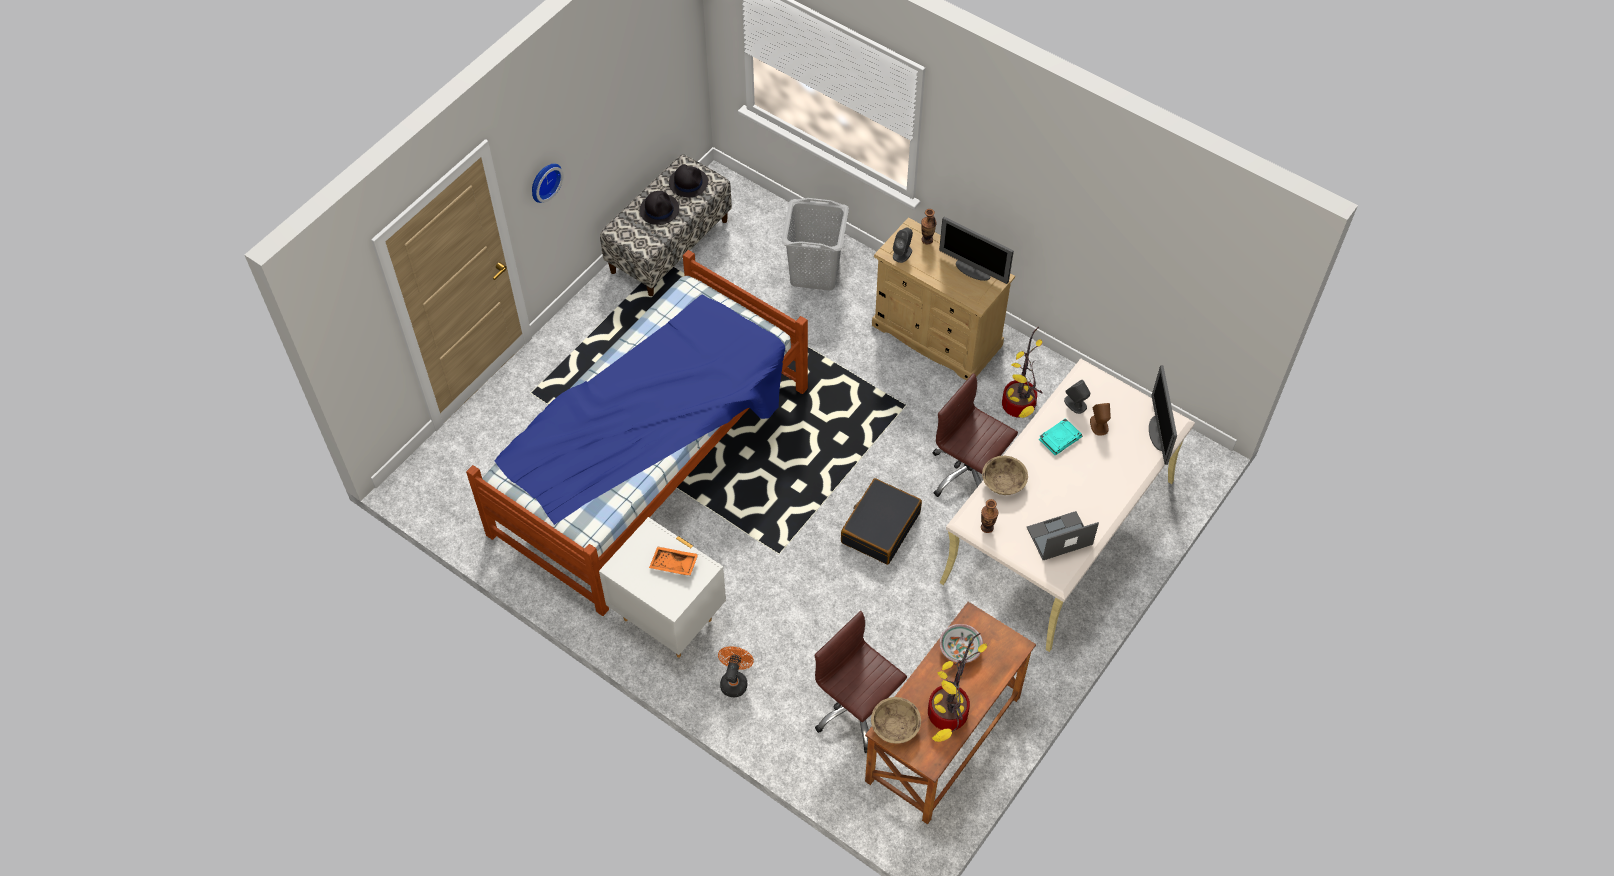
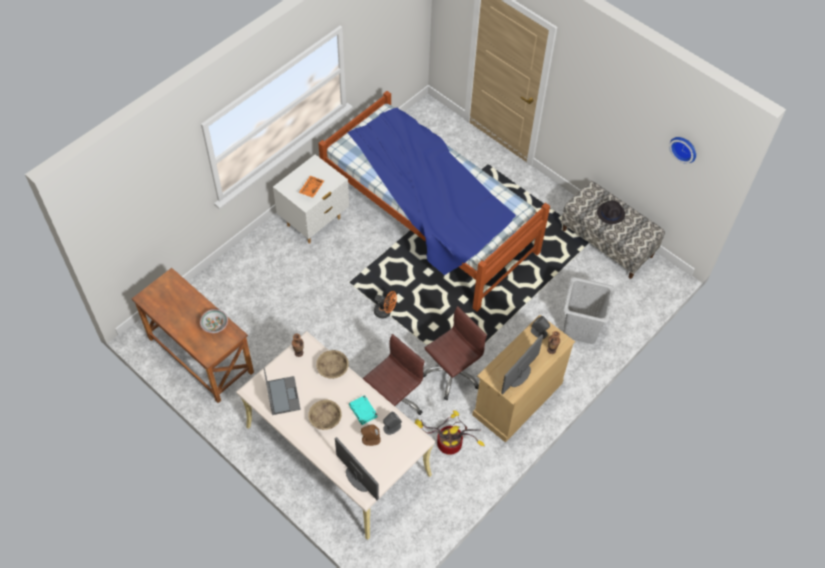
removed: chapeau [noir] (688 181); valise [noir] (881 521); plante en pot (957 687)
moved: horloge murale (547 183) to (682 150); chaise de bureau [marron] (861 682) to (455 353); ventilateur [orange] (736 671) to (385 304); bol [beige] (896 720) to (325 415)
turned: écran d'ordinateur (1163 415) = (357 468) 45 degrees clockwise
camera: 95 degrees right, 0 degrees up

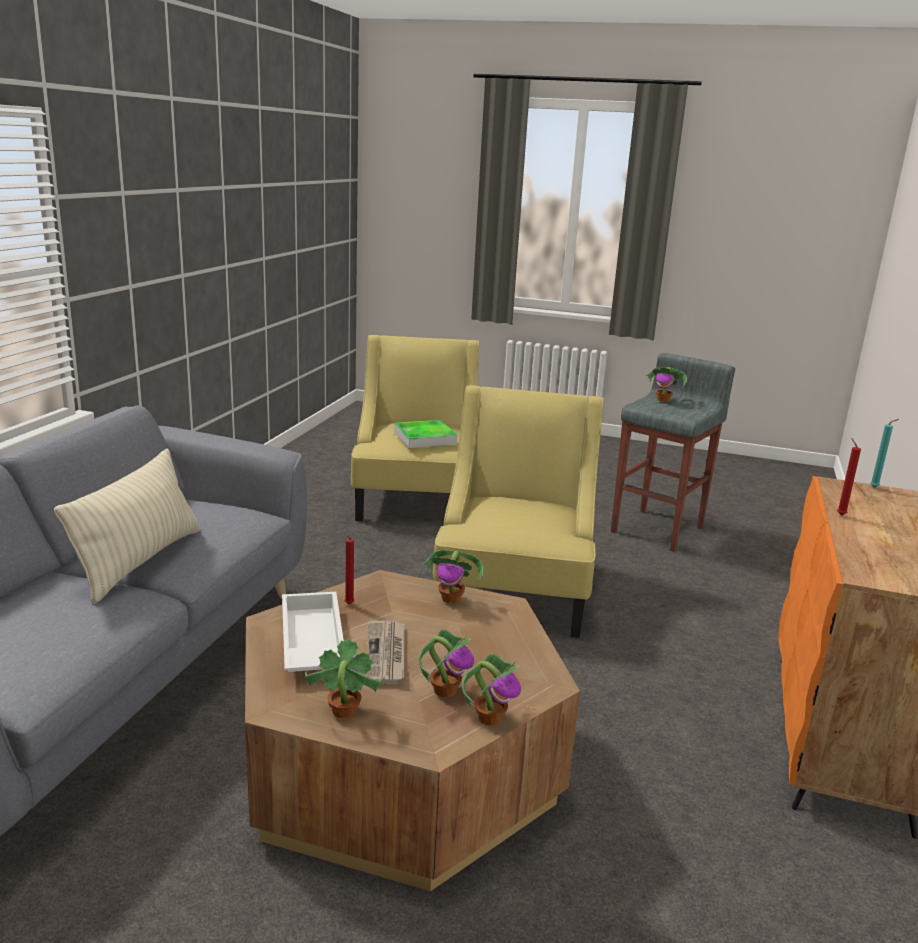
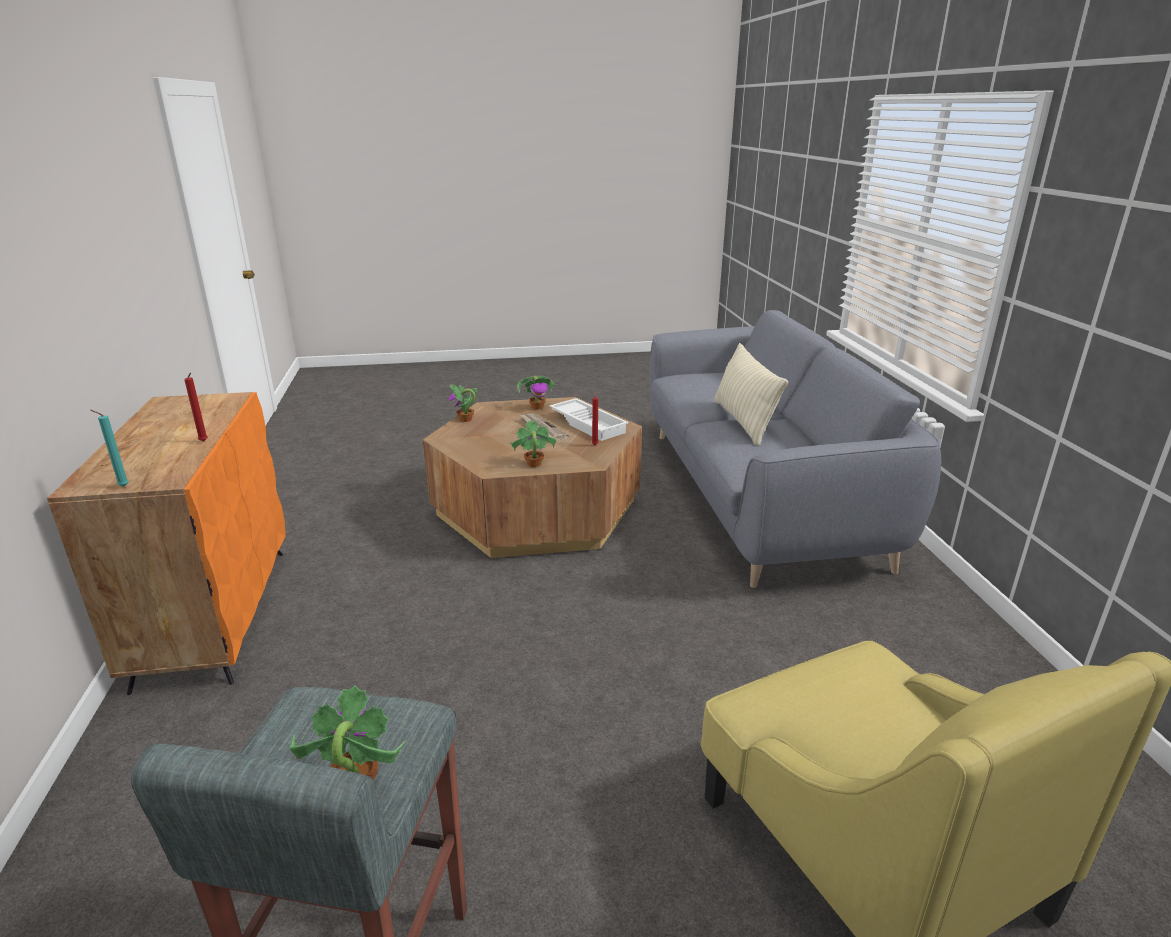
removed: fauteuil [jaune] (518 511); plateau (425 434); plante en pot (446 663)
camera: 155 degrees right, 5 degrees up

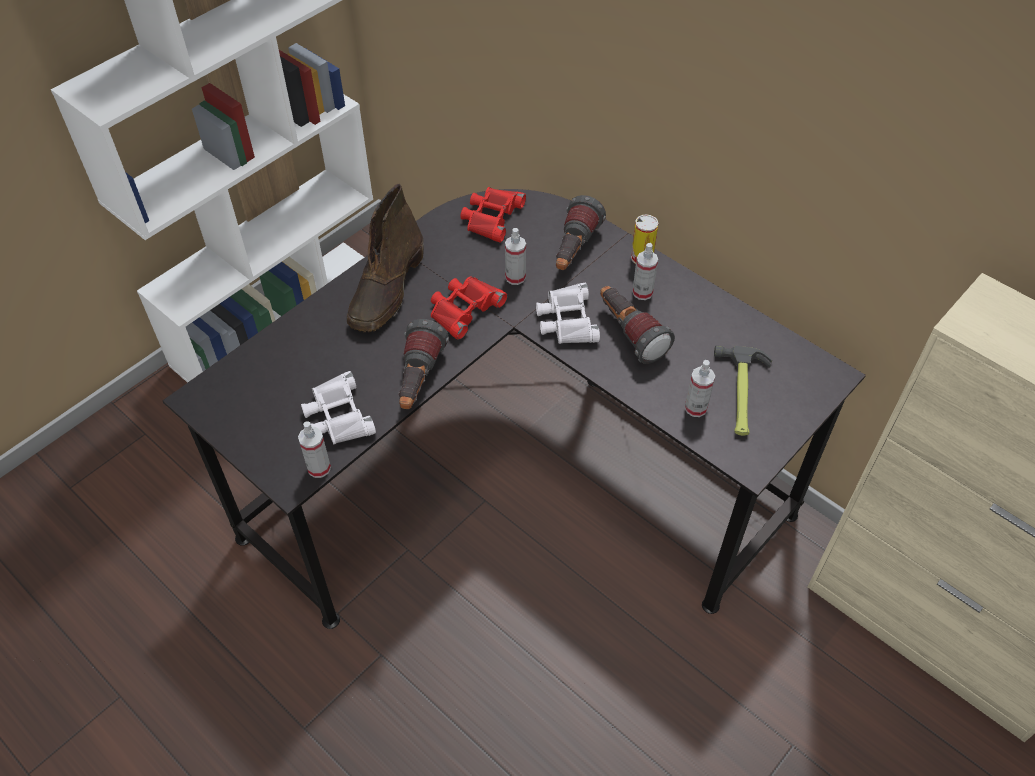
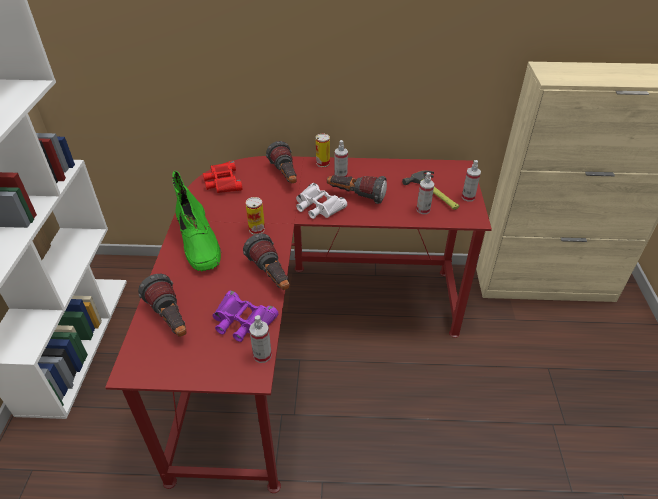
added: lampe de poche (162 305)
moved: vaporisateur (515 256) to (471 180)
replaced: jumelles [rouge] (469 308) to boîte métallique (255 216)
recoloured: botte [marron] (385 258) to botte [vert] (197 221); bureau [noir] (514 409) to bureau [rouge] (298 324); jumelles [blanc] (338 408) to jumelles [violet] (245 316)
camera: 40 degrees left, 10 degrees down

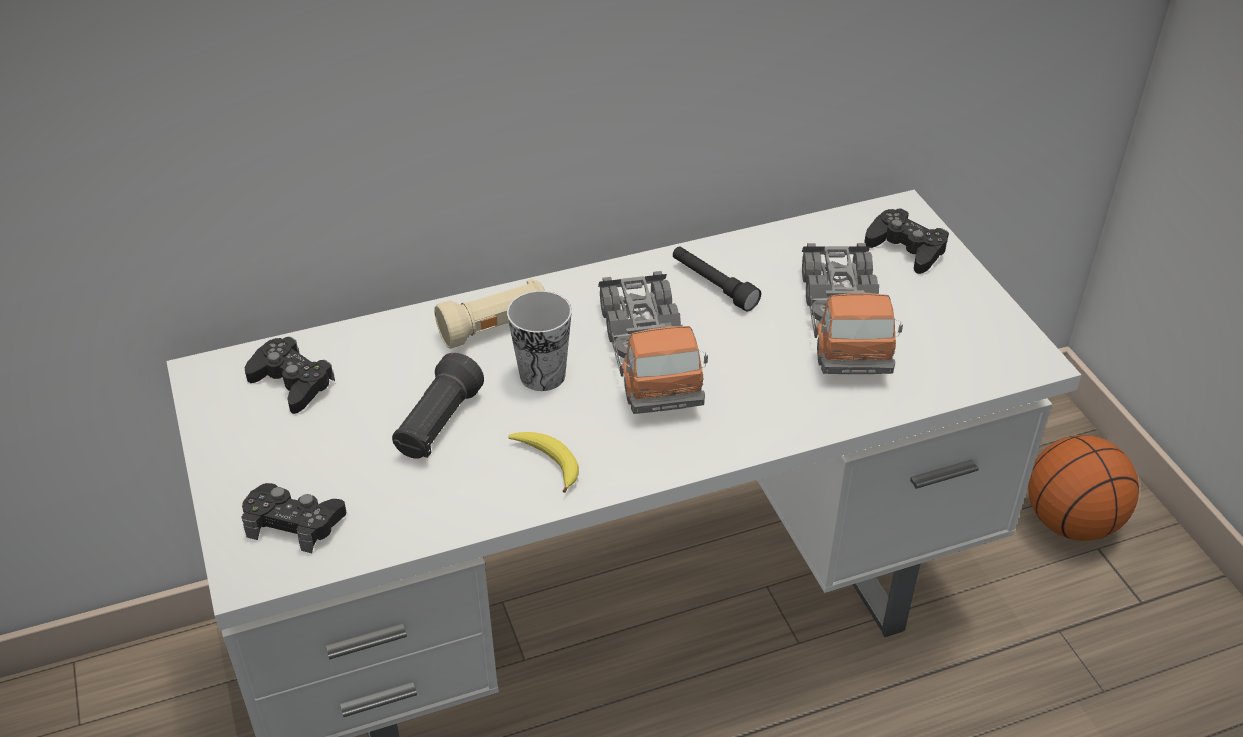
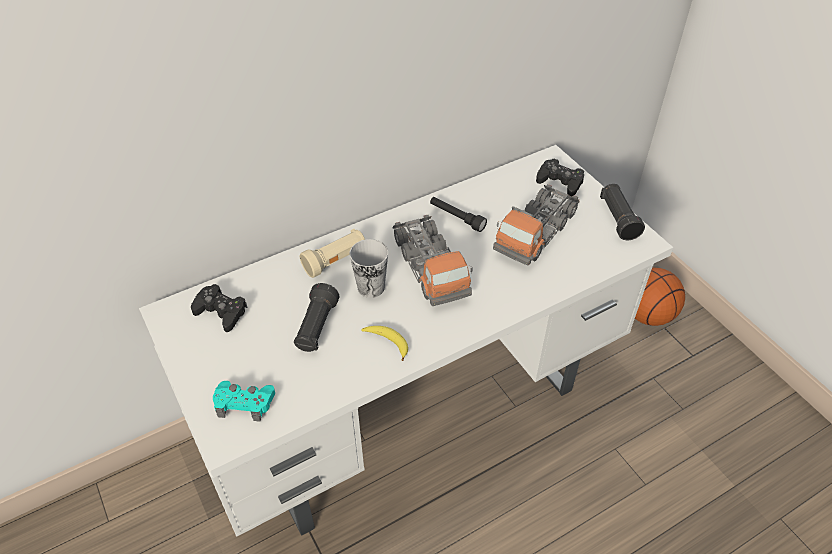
added: lampe de poche [noir] (622 212)
recoloured: manette [noir] (293 518) to manette [turquoise] (244 401)
turned: camion jouet (852 308) = (536 225) 45 degrees clockwise
camera: 10 degrees left, 5 degrees up

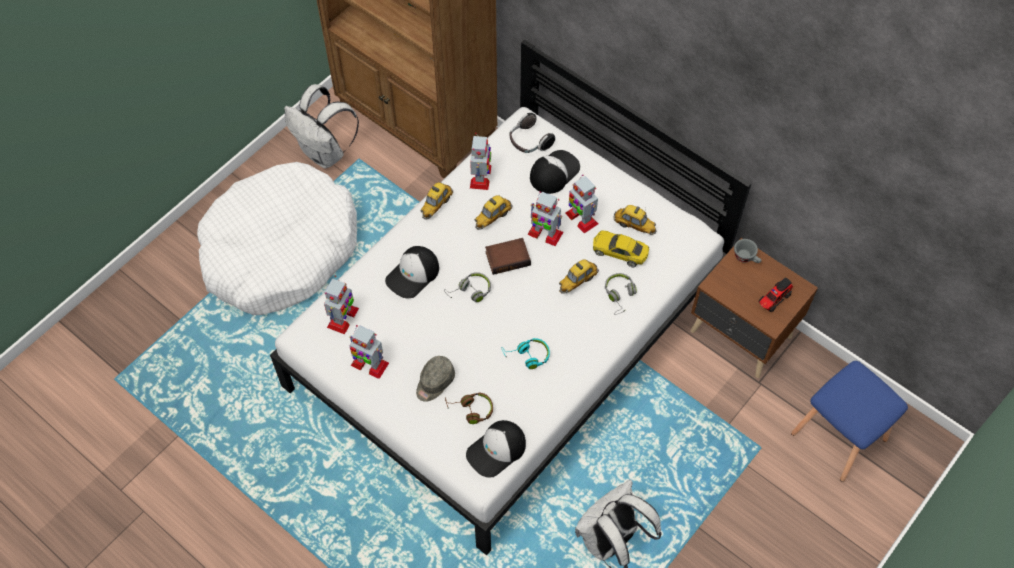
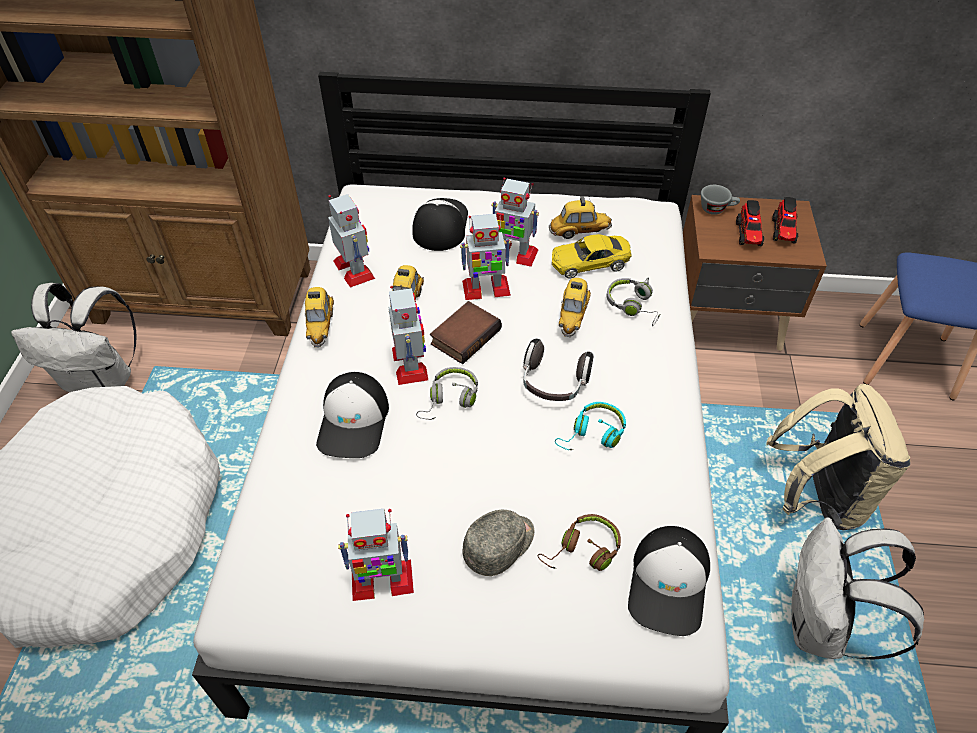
added: camion jouet (750 223); sac à dos [beige] (838 457)
moved: casque audio (532 133) to (558 370); robot jouet (341 305) to (408 335)
turned: casquette [gris] (435 379) = (498 543) 135 degrees counterclockwise
camera: 35 degrees left, 10 degrees down

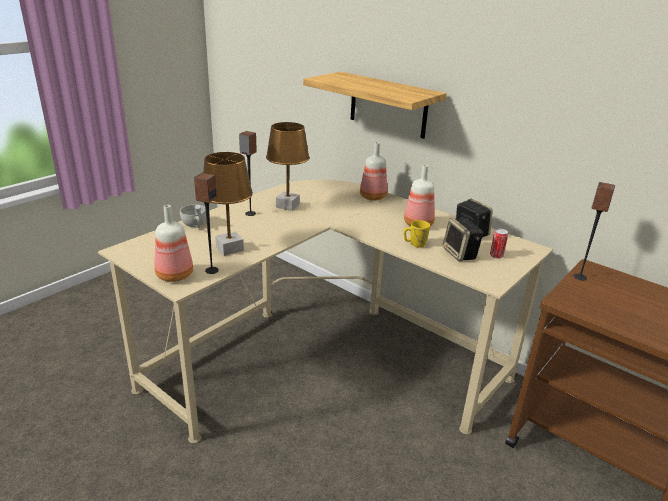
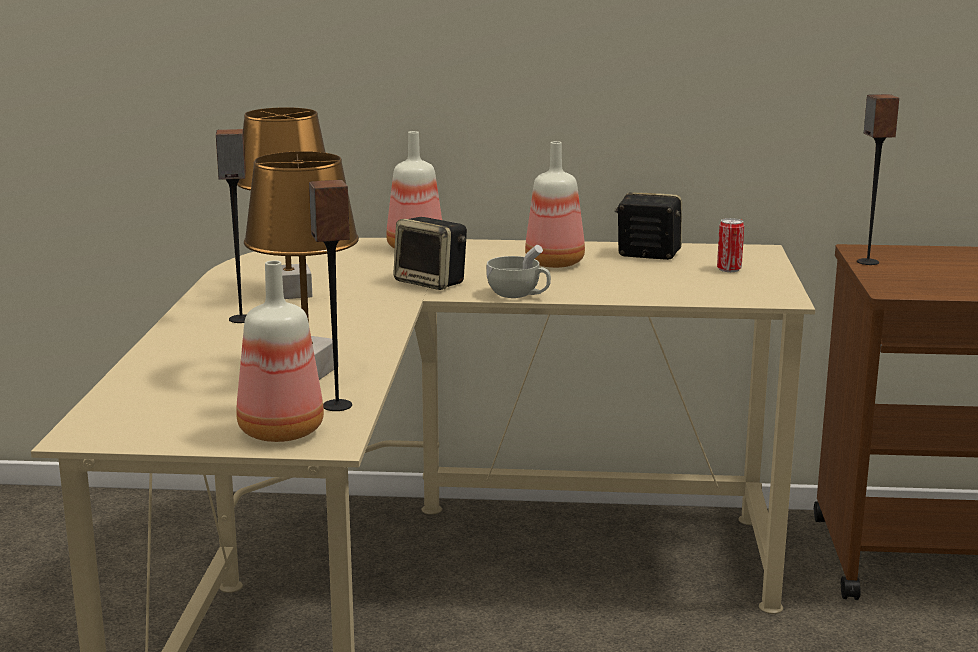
removed: étagère (375 105); mug [jaune] (416 234)
moved: tasse [blanc] (193 216) to (518 271); enceinte (463 239) to (430 253)
camera: 35 degrees left, 10 degrees down

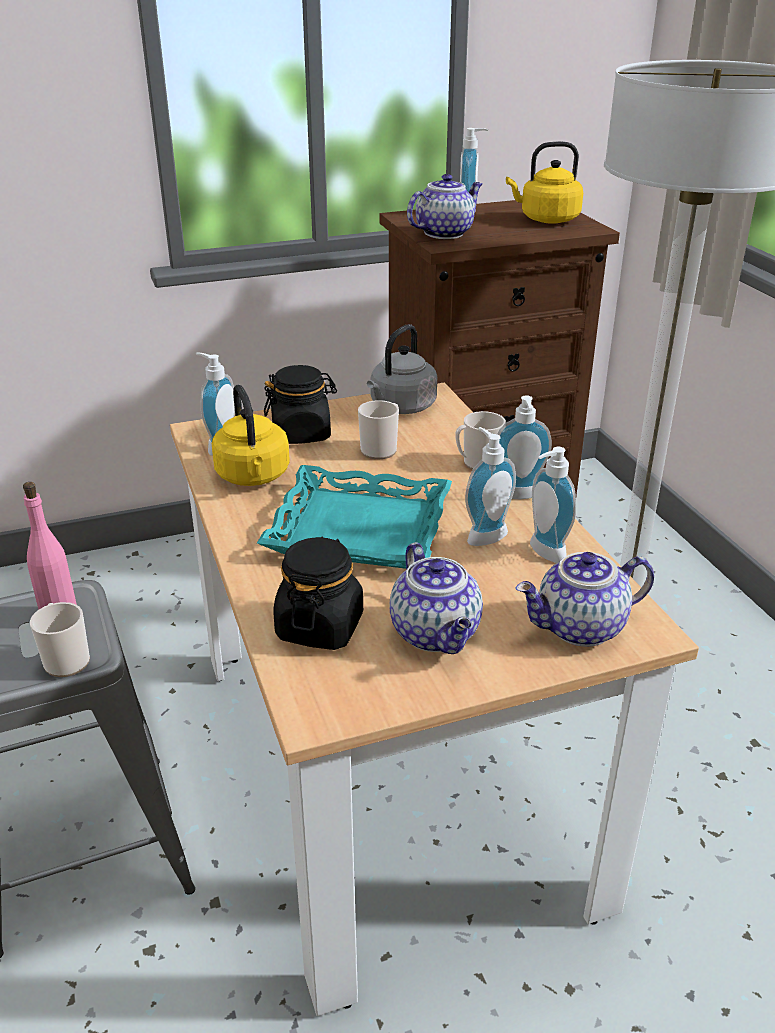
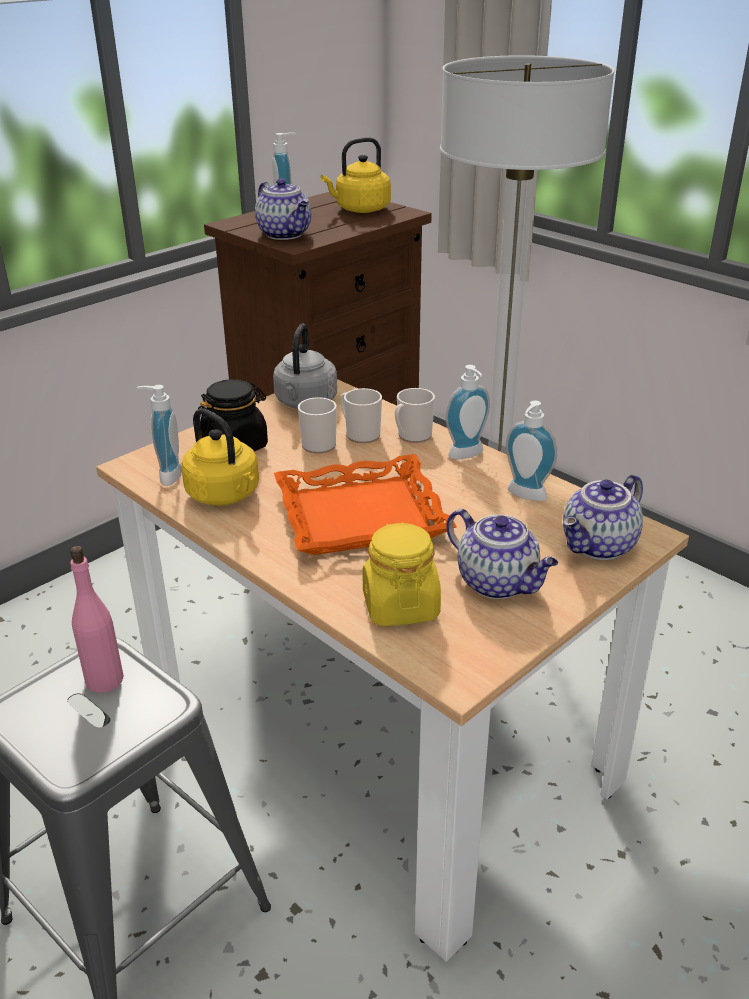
removed: distributeur de savon (490 486)
moved: mug (60 639) to (361 415)
recoloured: plateau [turquoise] (354 517) to plateau [orange] (365 504); bocal [noir] (318 593) to bocal [jaune] (401 574)
turned: théière (444 206) = (283 209) 120 degrees clockwise
camera: 25 degrees left, 0 degrees up

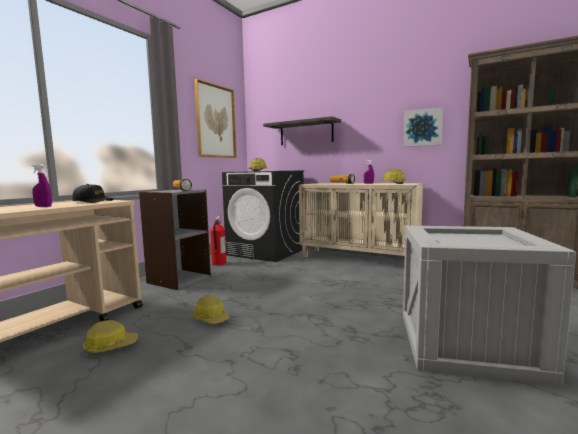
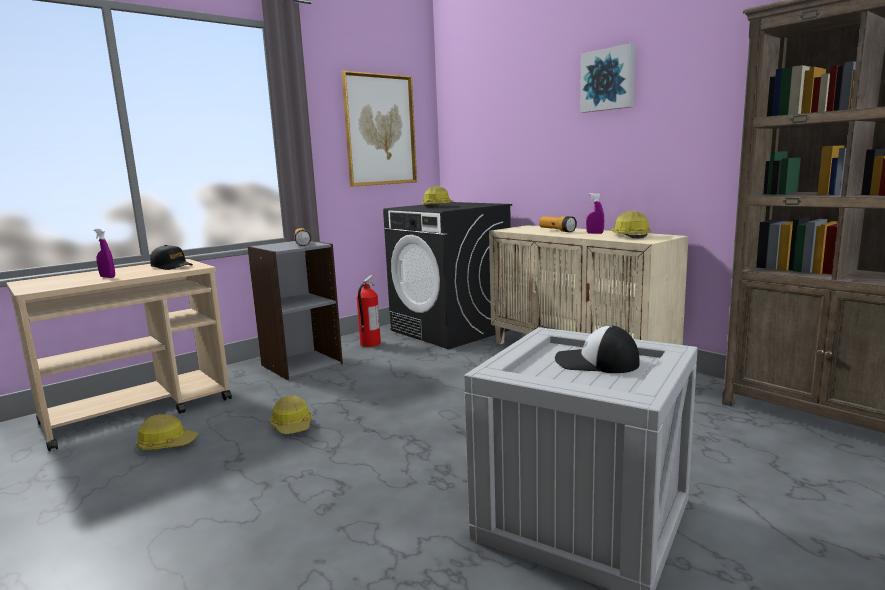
removed: étagère (302 130)
added: casquette (597 349)
moved: tableau (423 127) to (608 78)
camera: 20 degrees right, 5 degrees up

